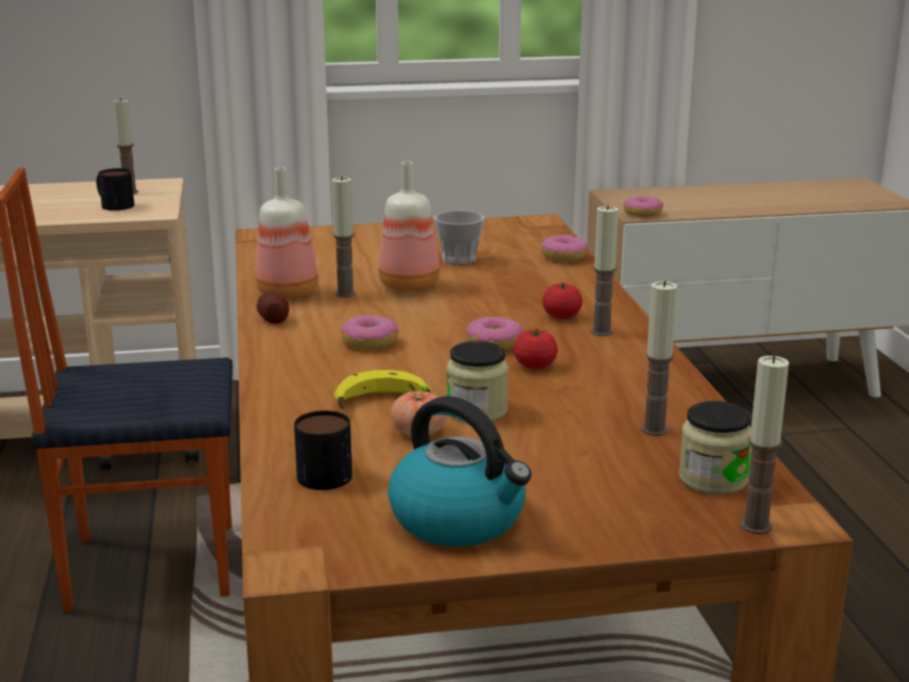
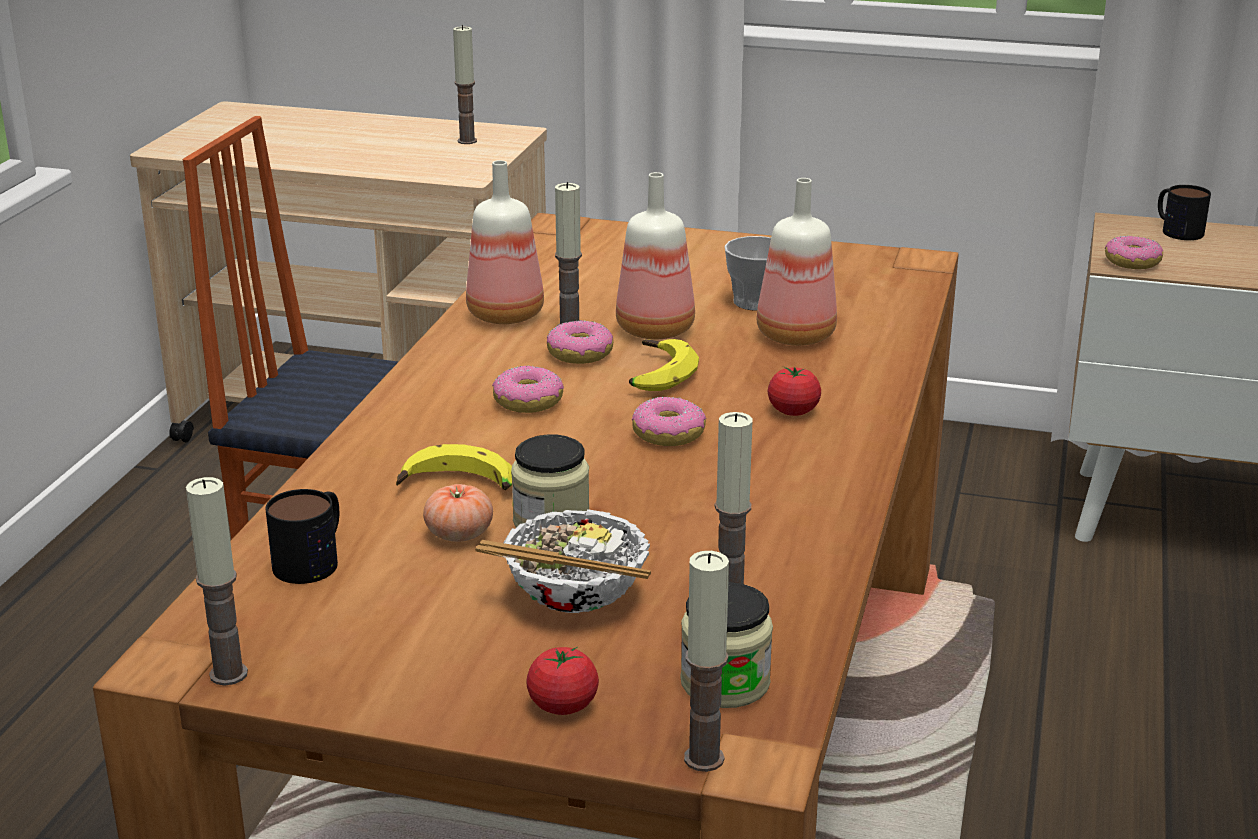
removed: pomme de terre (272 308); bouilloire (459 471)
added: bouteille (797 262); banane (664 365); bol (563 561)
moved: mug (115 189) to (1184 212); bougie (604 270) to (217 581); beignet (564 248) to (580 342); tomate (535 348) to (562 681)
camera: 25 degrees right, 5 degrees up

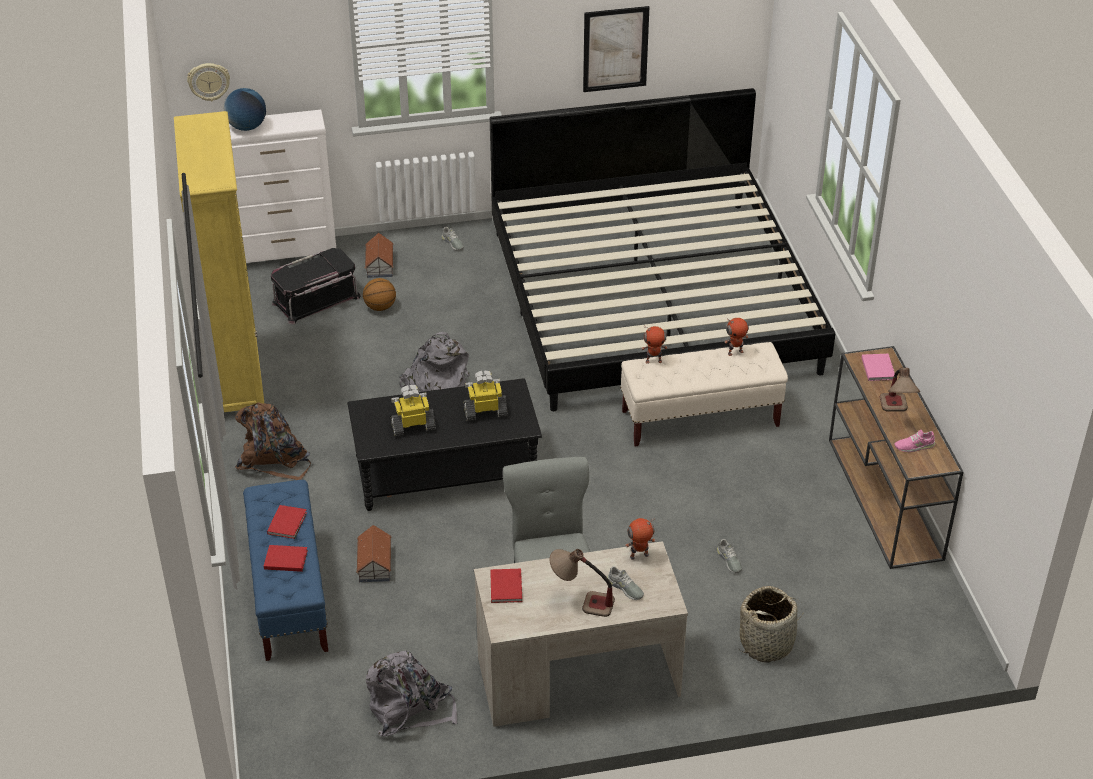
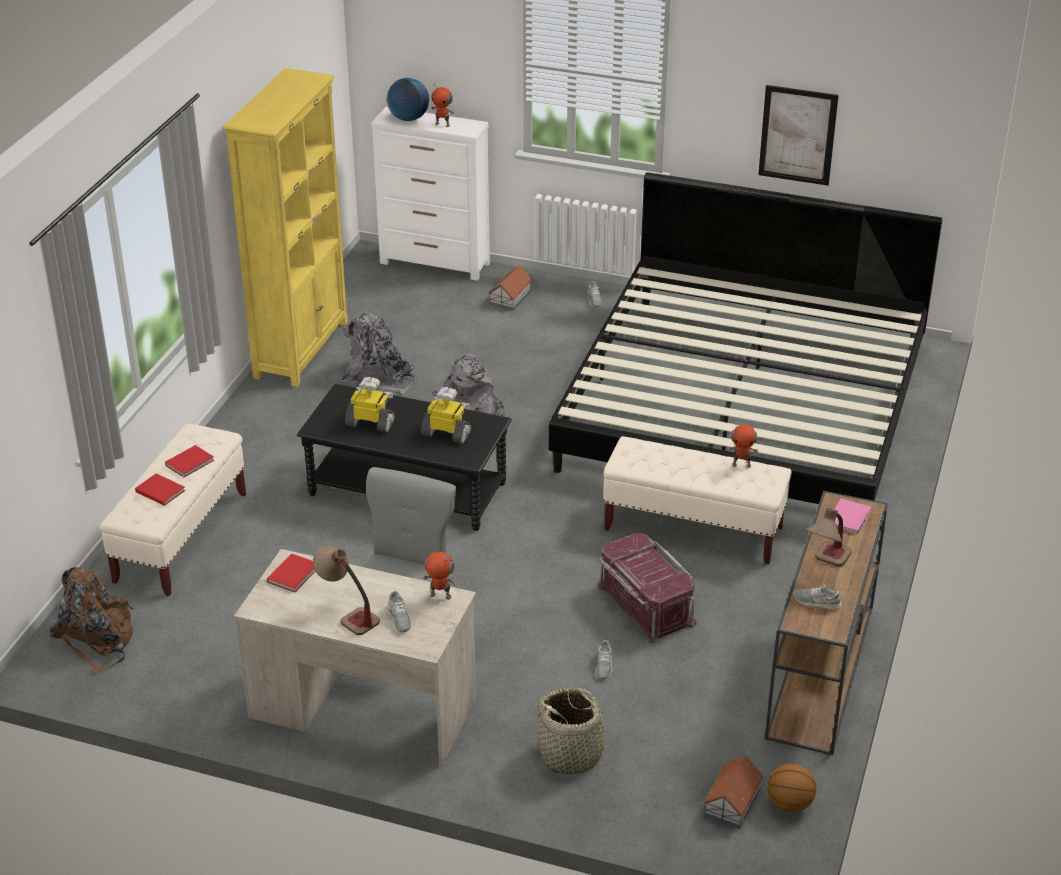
removed: horloge murale (208 82); boîte de rangement [noir] (316 286)
added: boîte de rangement [rouge] (647 588)
moved: ballon de basket (379 294) to (791 788); robot jouet (654 345) to (442 105); sac à dos [marron] (273 441) to (91 621); maison miniature (374 553) to (733 792); sac à dos [gris] (411 694) to (377 353)
recoloured: chaussure [rose] (915 441) to chaussure [gris] (817 597); banc [bleu] (285 570) to banc [beige] (173 510)
camera: 30 degrees right, 5 degrees down

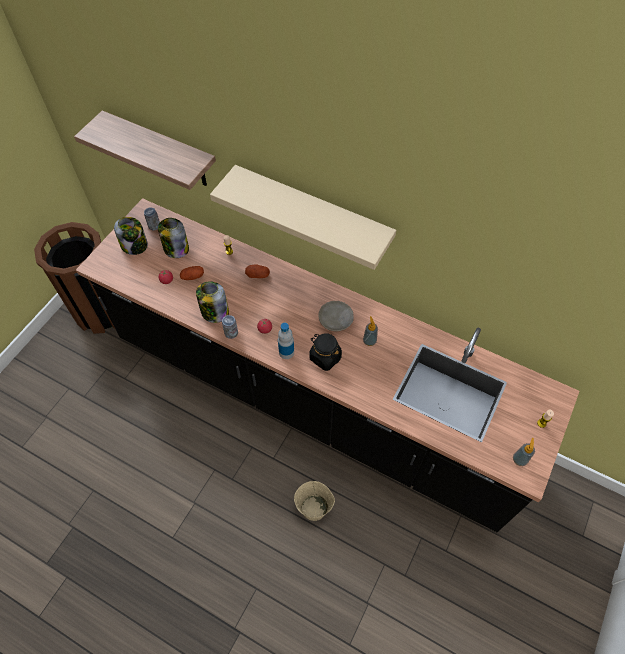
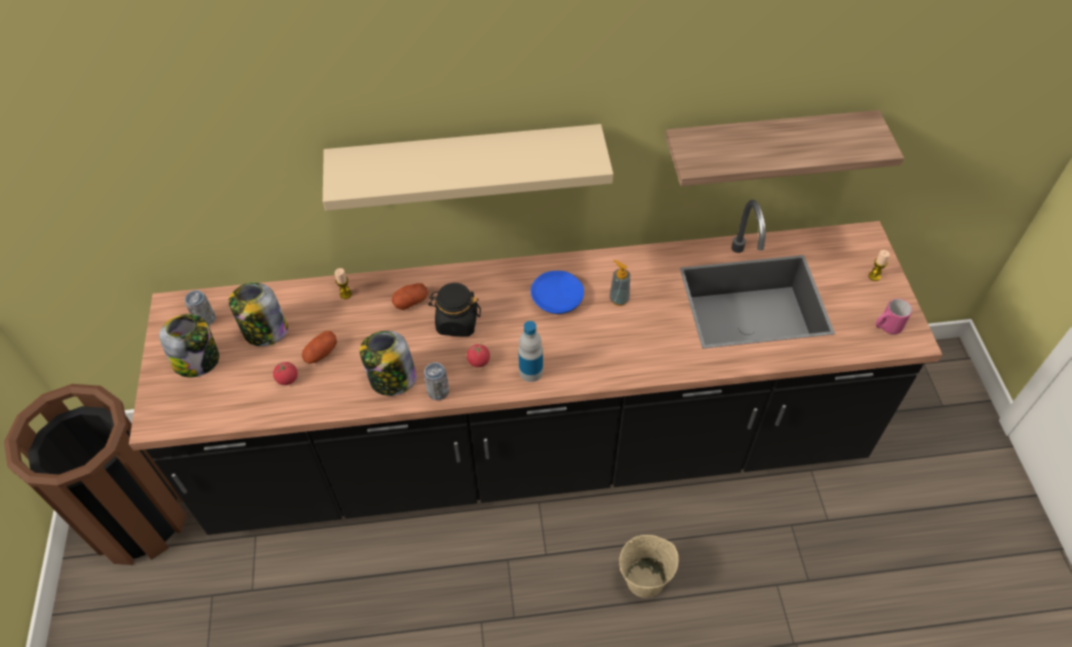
moved: étagère (145 150) to (785 148); bocal [noir] (325 352) to (454 309)
replaced: distributeur de savon (524 452) to mug [rose] (894 316)
recoloured: assiette [beige] (336 316) to assiette [bleu] (557 292)
camera: 35 degrees left, 5 degrees down

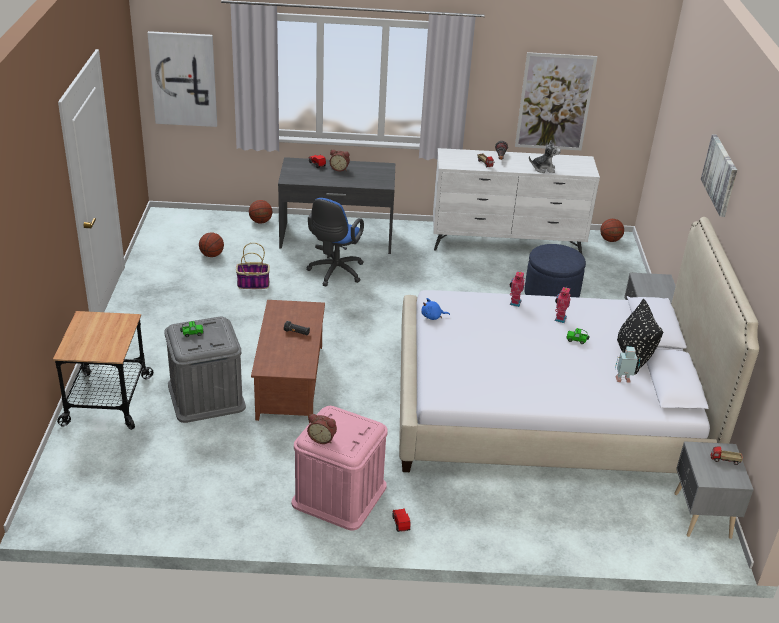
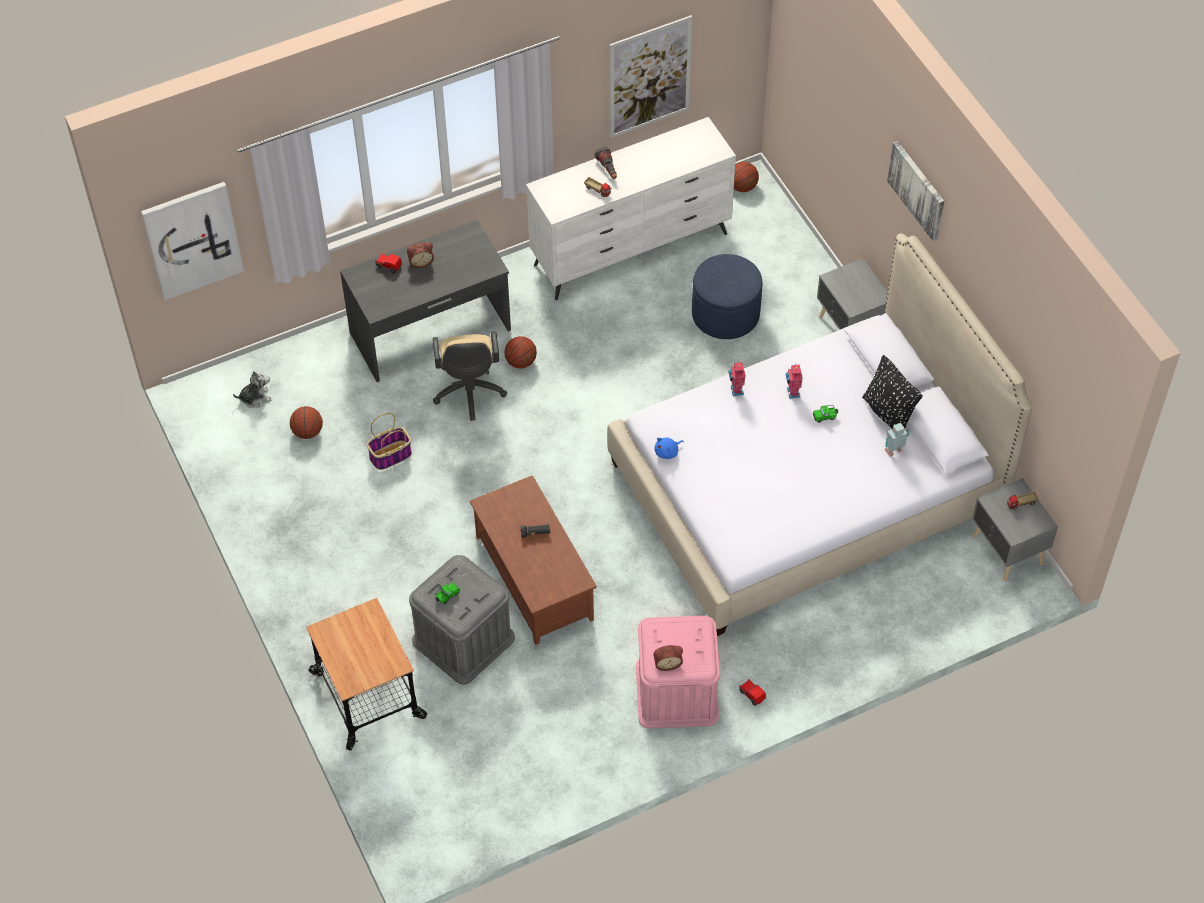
moved: peluche (545 156) to (252 389); ballon de basket (260 212) to (520 352)
recoloured: chaise de bureau [bleu] (335 242) to chaise de bureau [beige] (470 376)
camera: 25 degrees left, 20 degrees up

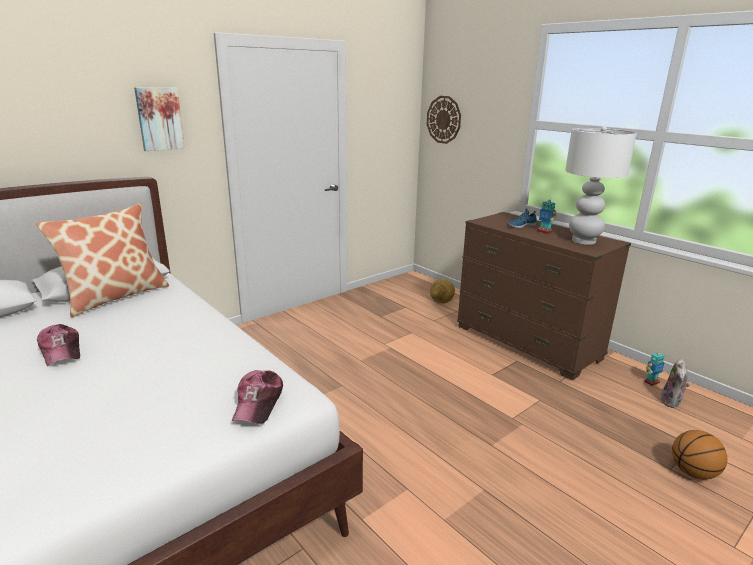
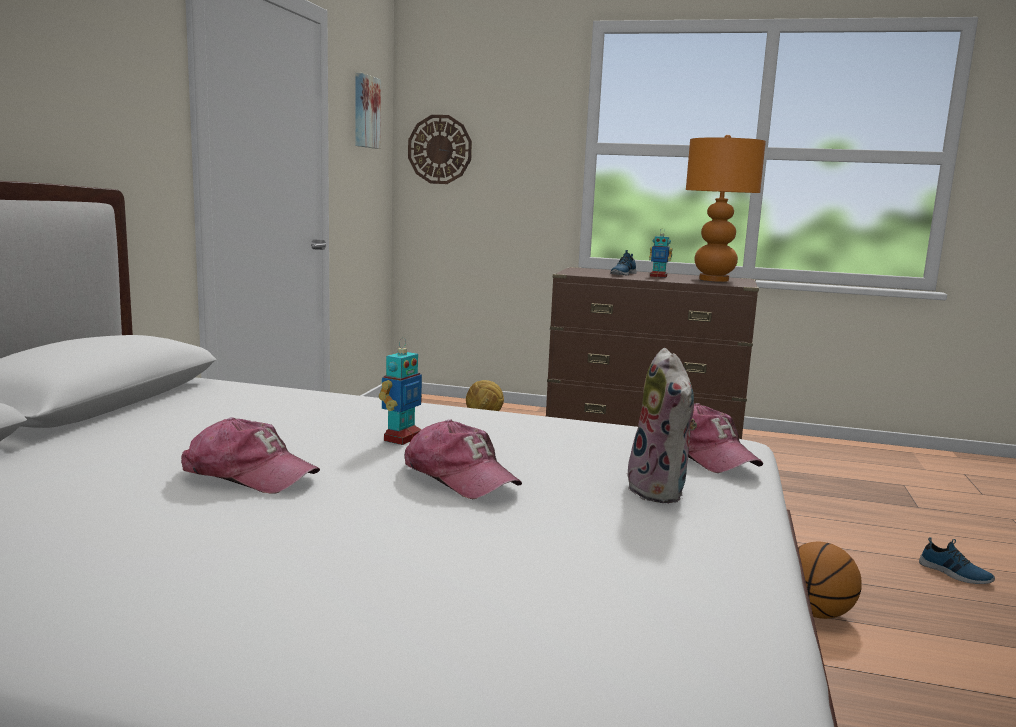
removed: coussin (102 260)
added: casquette (463 459); chaussure (957 560)
moved: tableau (159 119) to (368 111); robot jouet (654 369) to (400 391); peluche (675 383) to (662 425); ballon de basket (699 455) to (830 580)
recoloured: lampe de table [blanc] (601 185) to lampe de table [orange] (726 208)
camera: 35 degrees left, 10 degrees down

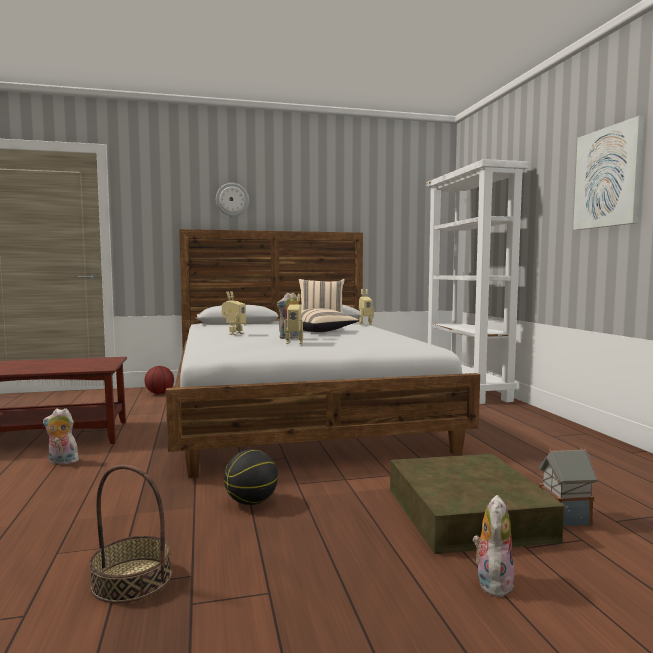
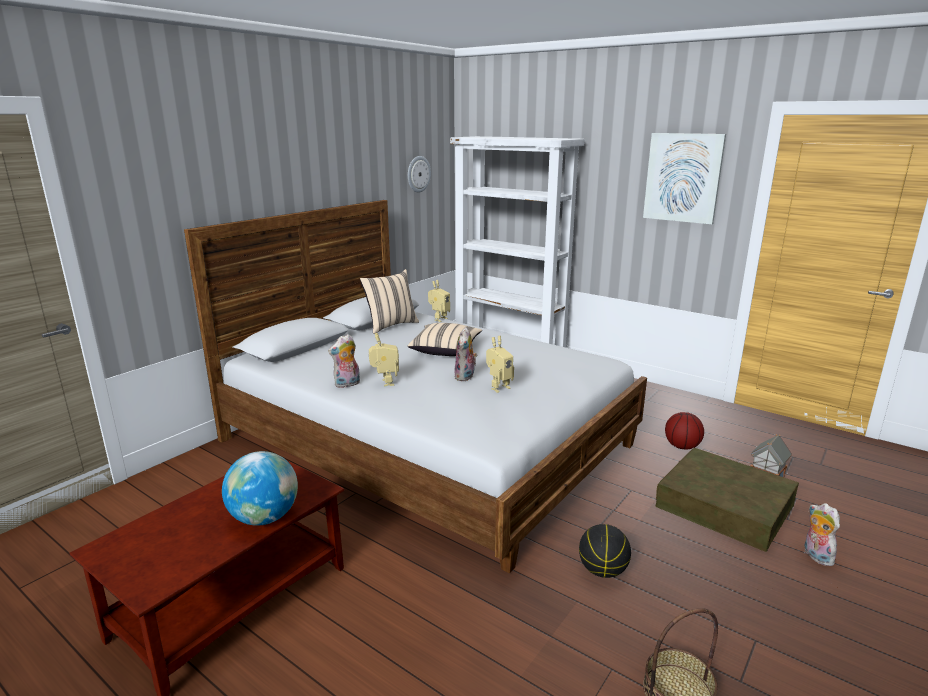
added: globe (260 488)
moved: horloge murale (232 199) to (419 174); ballon de basket (159 380) to (684 430); peluche (61 436) to (344 361)
camera: 40 degrees left, 15 degrees up

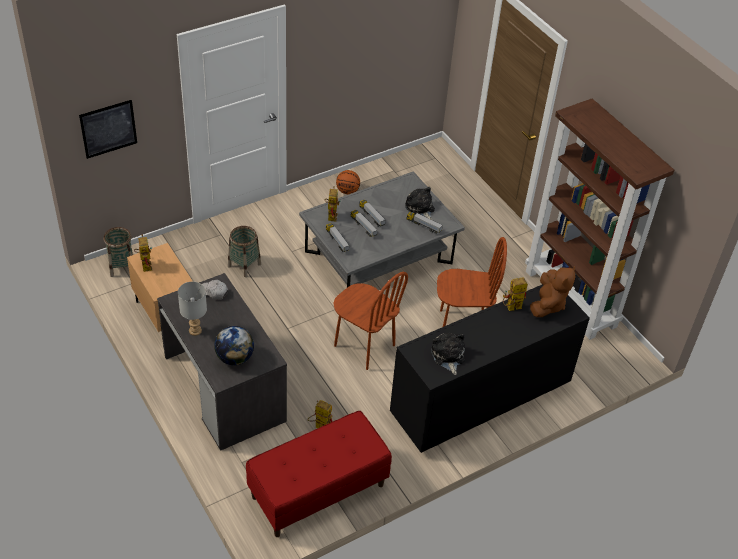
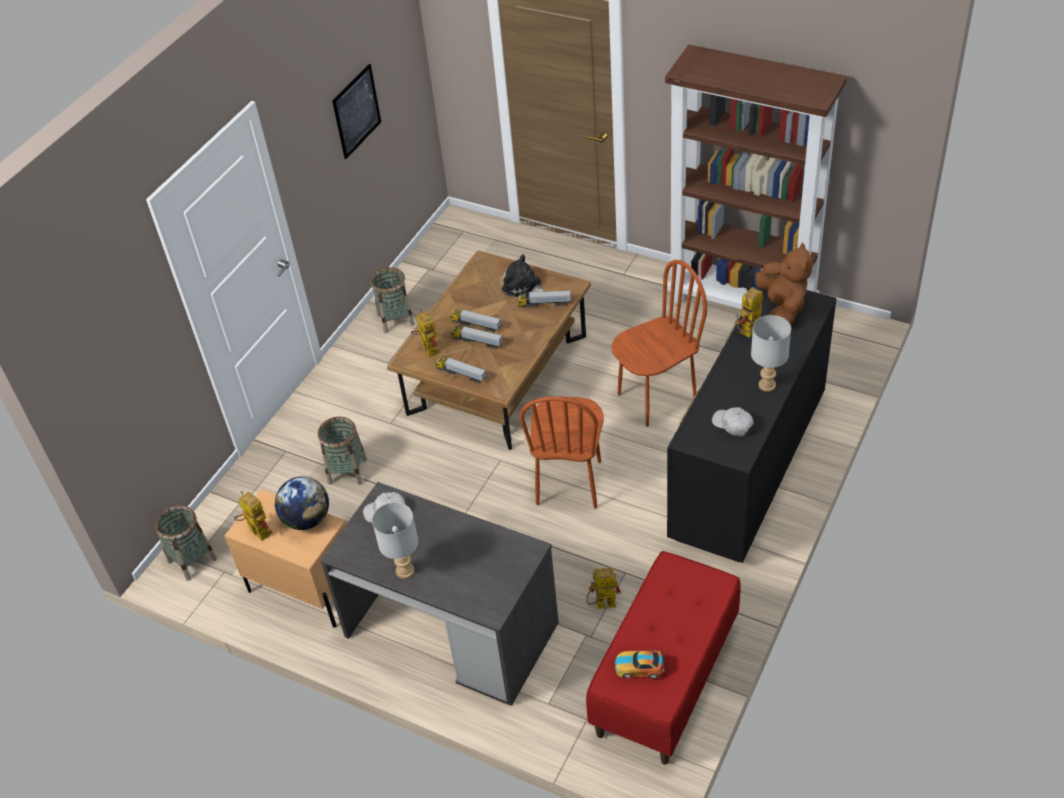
added: lampe de table [gris] (771 353); petite voiture (639 665)
moved: tableau (108 129) to (356 111); globe (234 345) to (302 503)
replaced: ballon de basket (348 182) to panier (392 300); peluche (448 354) to casquette [blanc] (733 422)
recoloured: table basse [gris] (382 229) to table basse [marron] (489 350)
turned: chaise [marron] (370 321) = (562 452) 90 degrees clockwise
camera: 25 degrees left, 0 degrees up

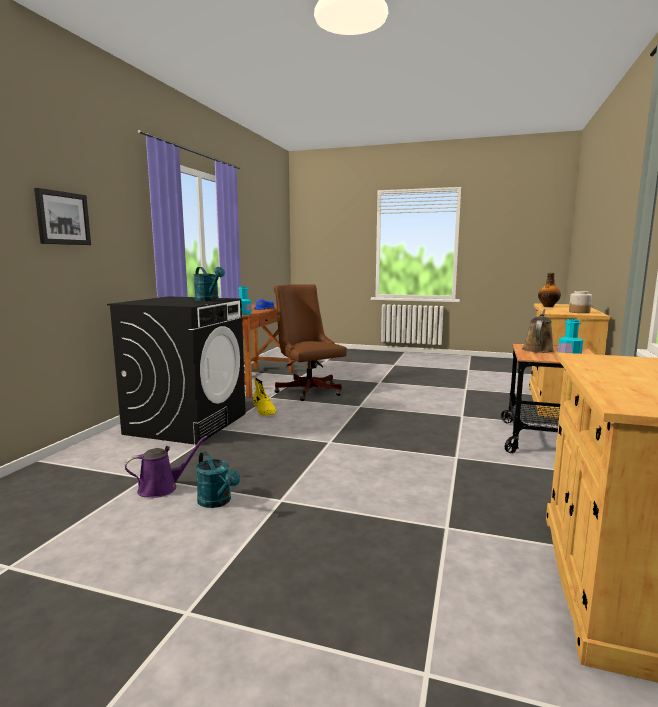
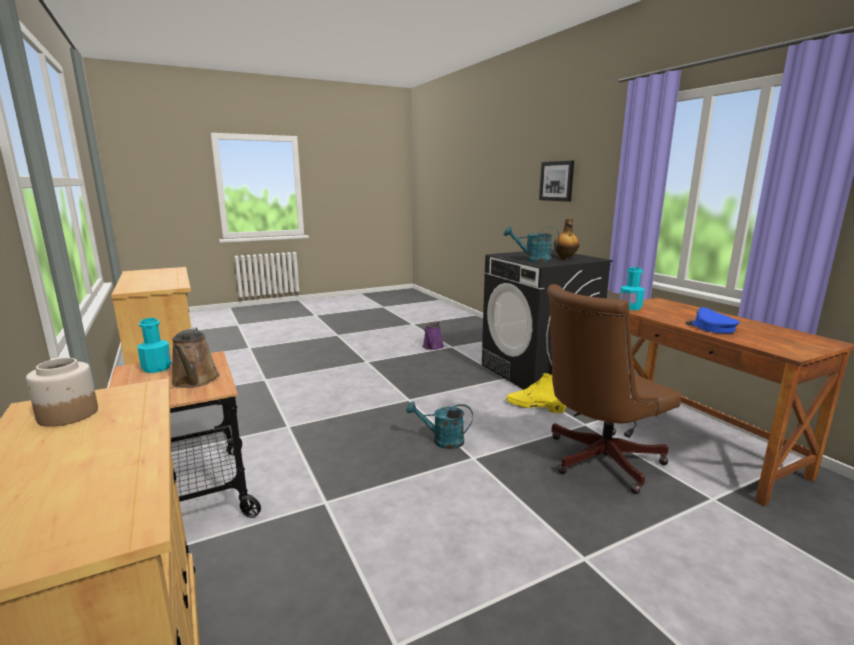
moved: bouteille (549 290) to (566 239); arrosoir [turquoise] (218 479) to (439 425)
turned: chaise de bureau [marron] (310 342) = (614 389) 135 degrees clockwise
camera: 135 degrees right, 5 degrees up

